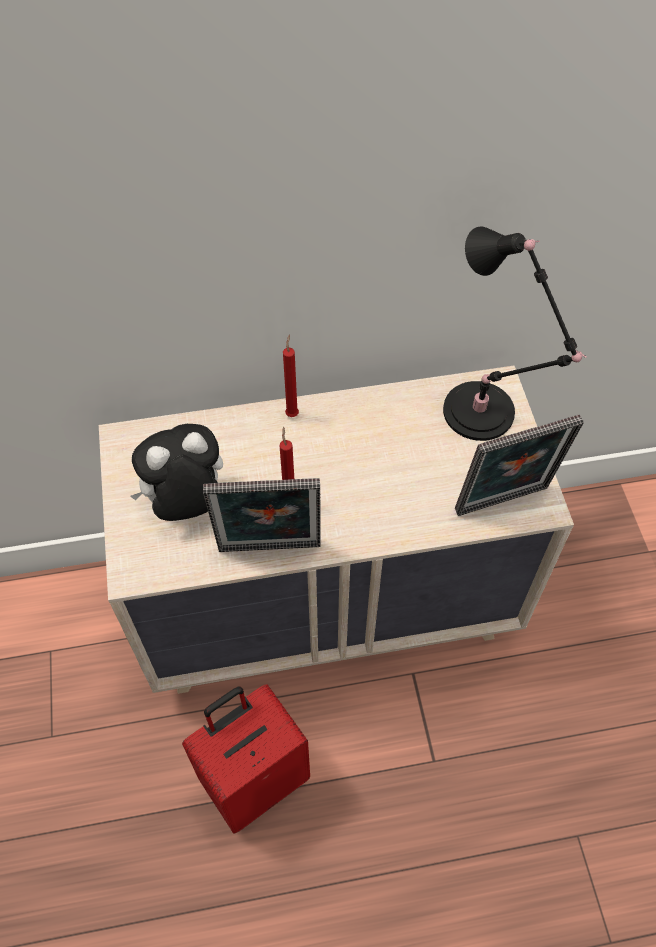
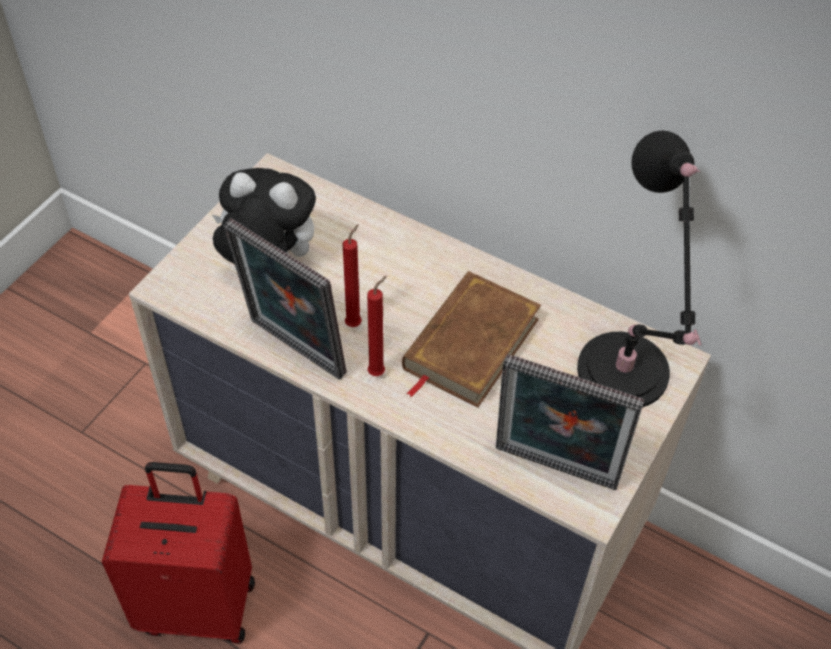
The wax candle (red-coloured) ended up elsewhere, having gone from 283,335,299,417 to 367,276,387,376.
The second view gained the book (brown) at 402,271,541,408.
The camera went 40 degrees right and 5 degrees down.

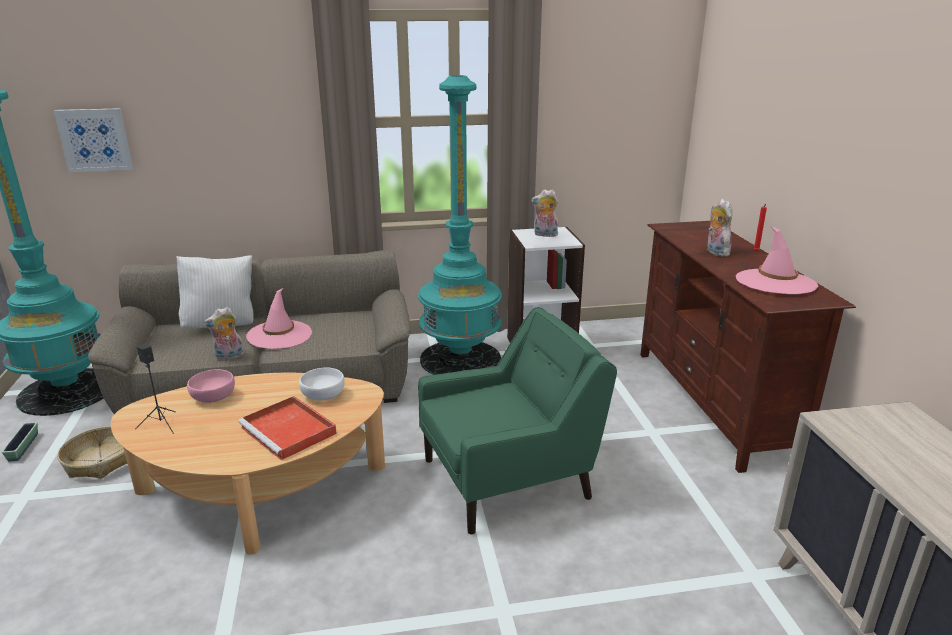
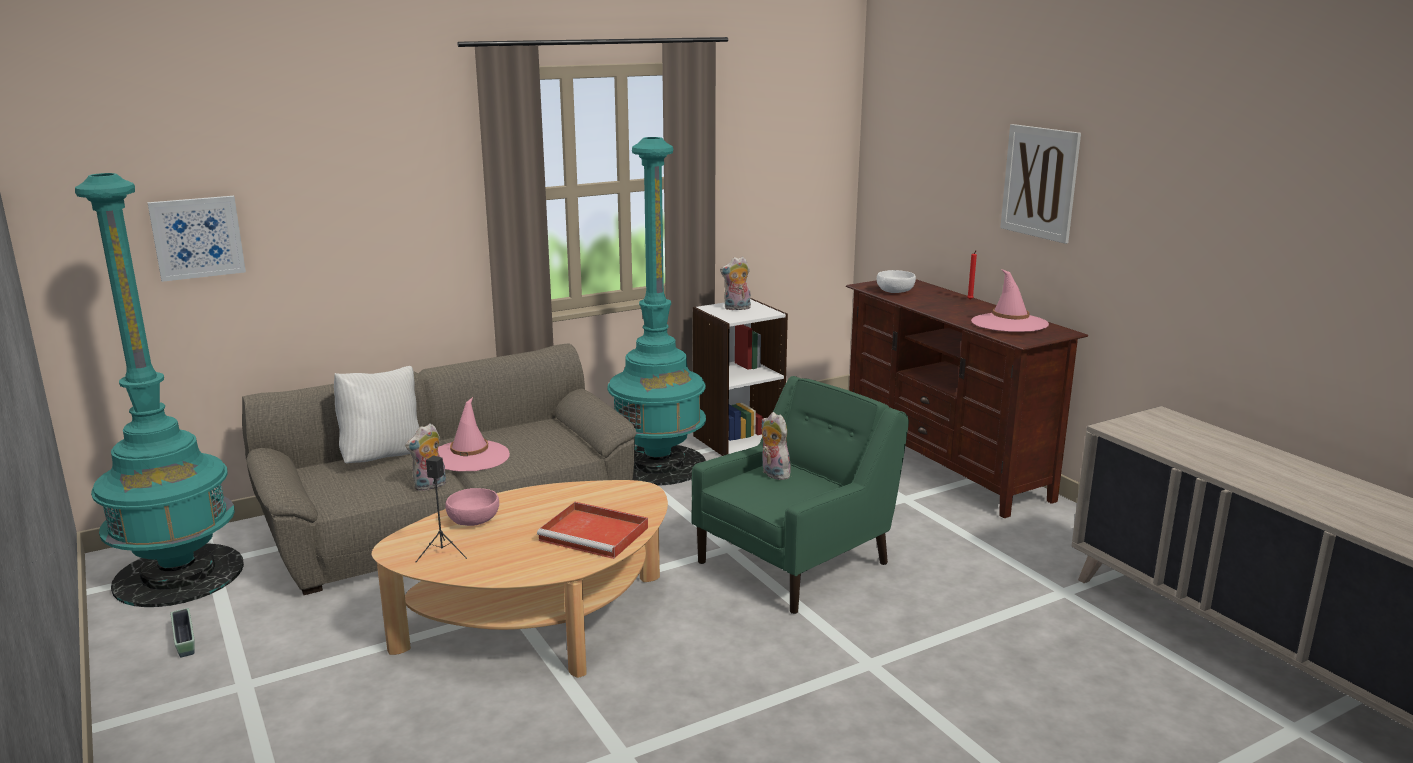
The soft toy ended up elsewhere, having gone from 707,199,732,257 to 762,412,791,480.
The serving bowl (white) ended up elsewhere, having gone from 299,368,345,401 to 877,270,916,293.
The second view gained the wall picture at 1000,124,1081,244.
The second view lost the storage basket at 57,426,127,478.
The camera went 20 degrees left and 5 degrees down.

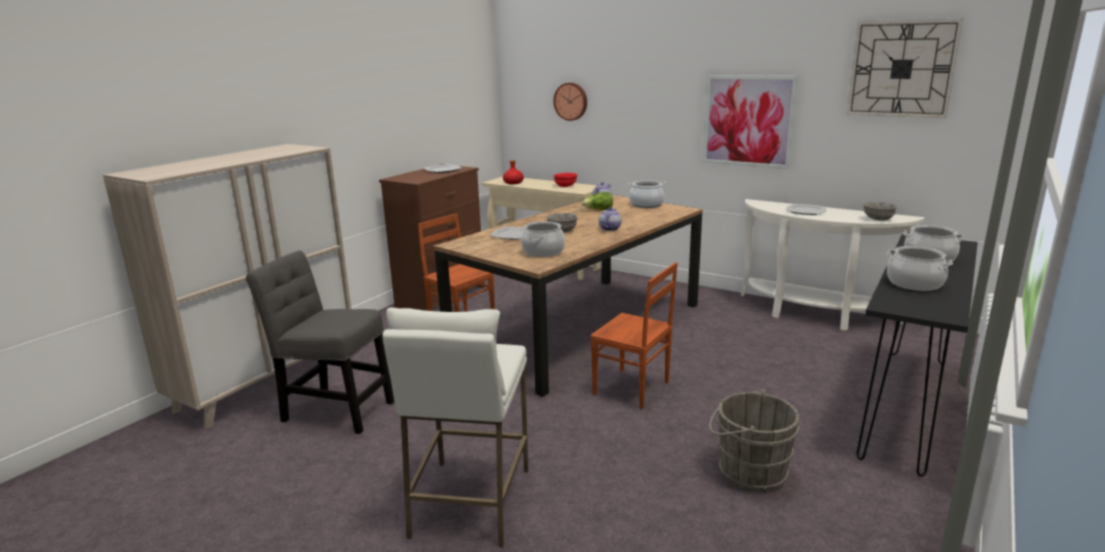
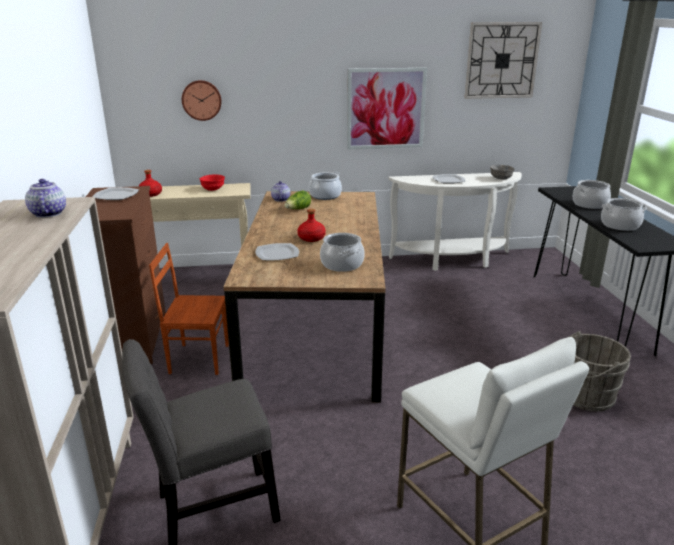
The tea pot ended up elsewhere, having gone from 599,207,622,231 to 25,179,66,218.
Where the serving bowl (grey) stood at 546,213,577,232, the drink bottle (red-coloured) came to stand at 297,209,326,242.
The second view lost the plain chair (brown) at 590,262,678,409.
The camera went 40 degrees left and 5 degrees up.

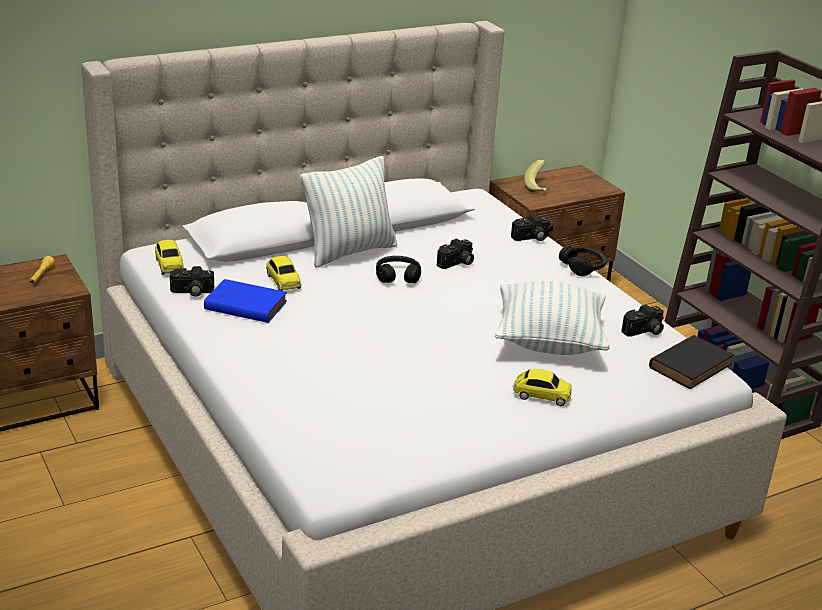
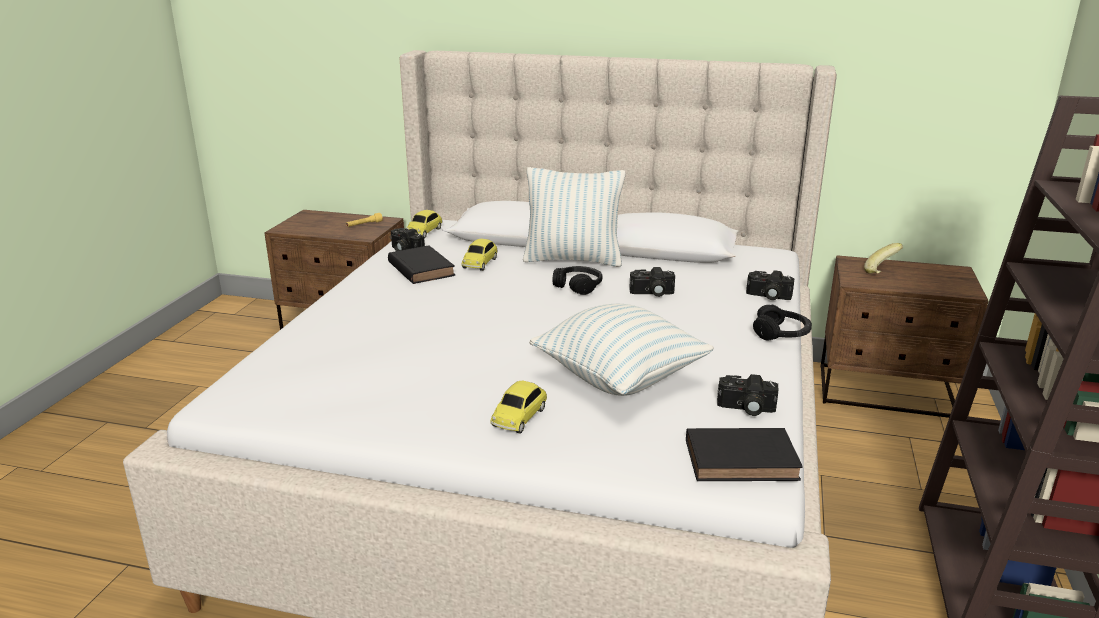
What was the book (blue-coloured) at 204,279,287,323 turned into the book (black-coloured) at 388,245,455,284.
The model car at 513,369,572,406 ended up facing another way, 60 degrees clockwise from before.
The camera went 45 degrees right and 5 degrees down.

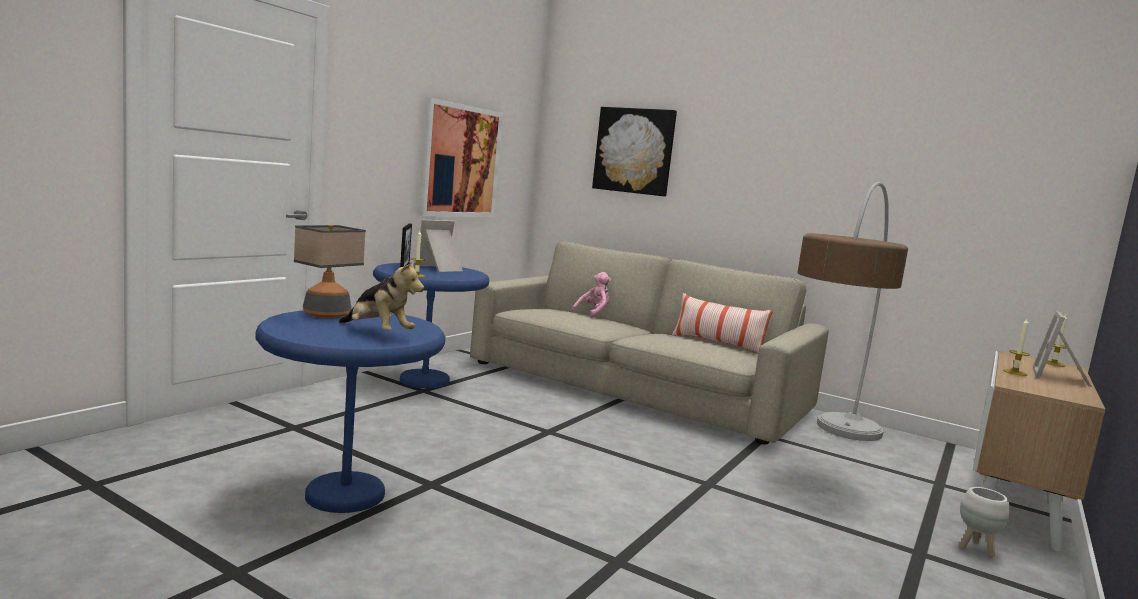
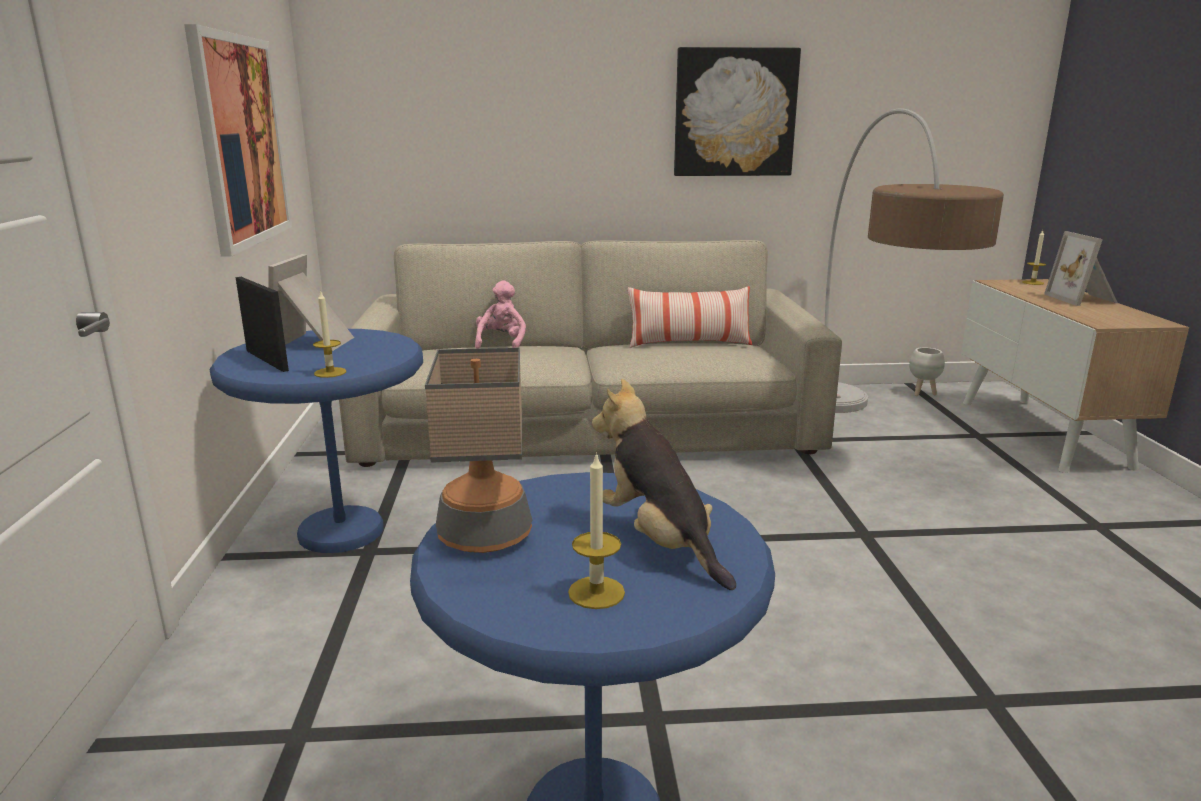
The wax candle ended up elsewhere, having gone from 1003,319,1030,376 to 568,452,625,609.
The soft toy at 339,260,424,331 ended up facing another way, 120 degrees counterclockwise from before.
The wall picture ended up elsewhere, having gone from 592,107,677,196 to 674,47,801,176.
The plant pot (white) ended up elsewhere, having gone from 959,487,1010,557 to 909,347,945,396.
The camera went 35 degrees left and 10 degrees up.

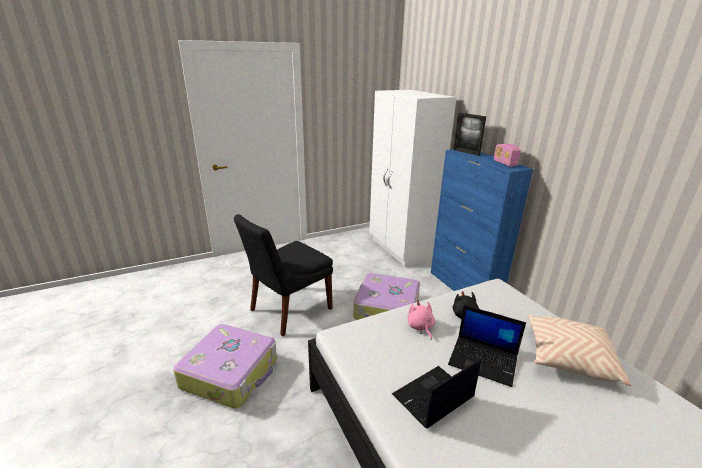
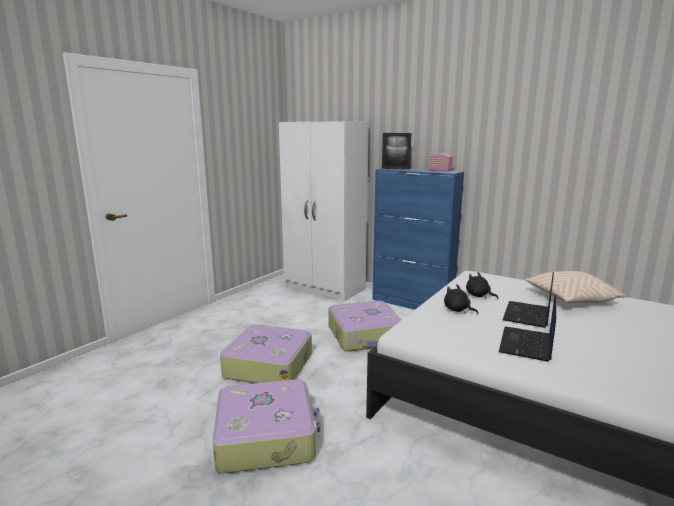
Where the plain chair (black-coloured) stood at 234,214,333,337, the piece of luggage came to stand at 220,324,312,383.
What was the soft toy (pinkish) at 408,301,436,340 turned into the soft toy (black-coloured) at 444,285,478,314.
The notebook computer at 448,305,526,387 ended up facing another way, 120 degrees clockwise from before.
The camera went 30 degrees left and 10 degrees down.

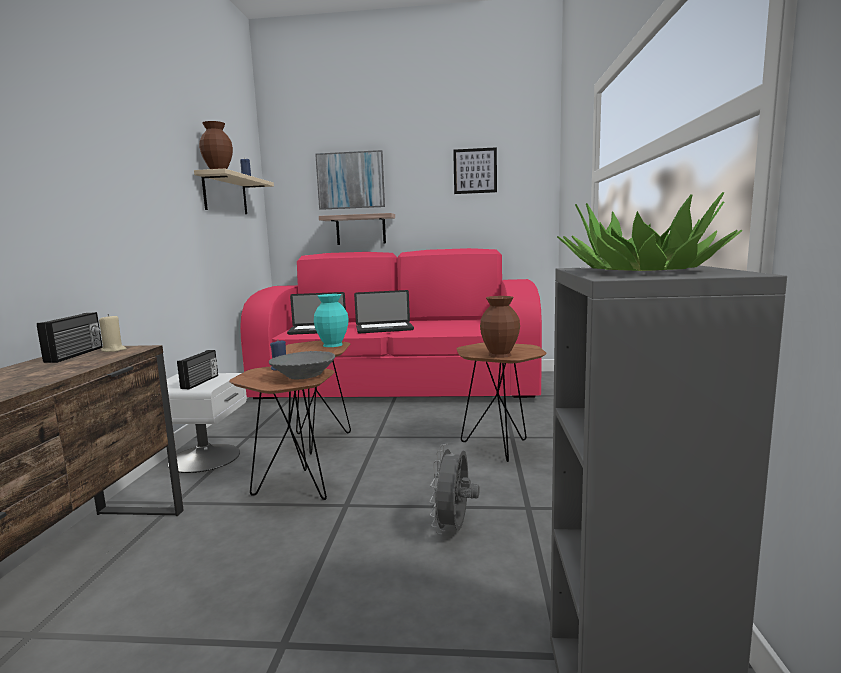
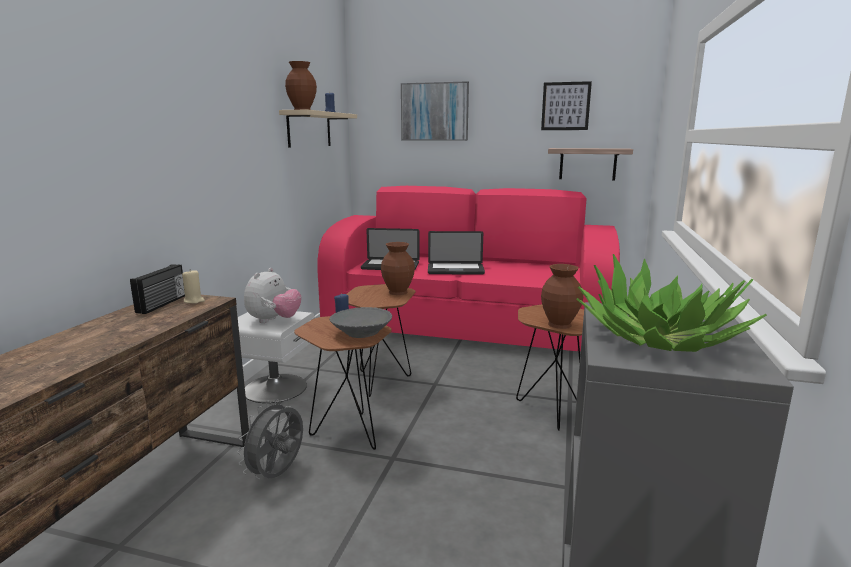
The cooling fan (grey) ended up elsewhere, having gone from 429,444,480,535 to 237,399,303,479.
Where the radio receiver stood at 177,350,218,389, the soft toy came to stand at 244,268,301,323.
What was the flower vase (turquoise-coloured) at 314,294,349,347 turned into the flower vase (brown) at 381,242,415,295.
The wall shelf ended up elsewhere, having gone from 319,213,395,245 to 548,148,633,180.
The camera went 10 degrees right and 5 degrees up.

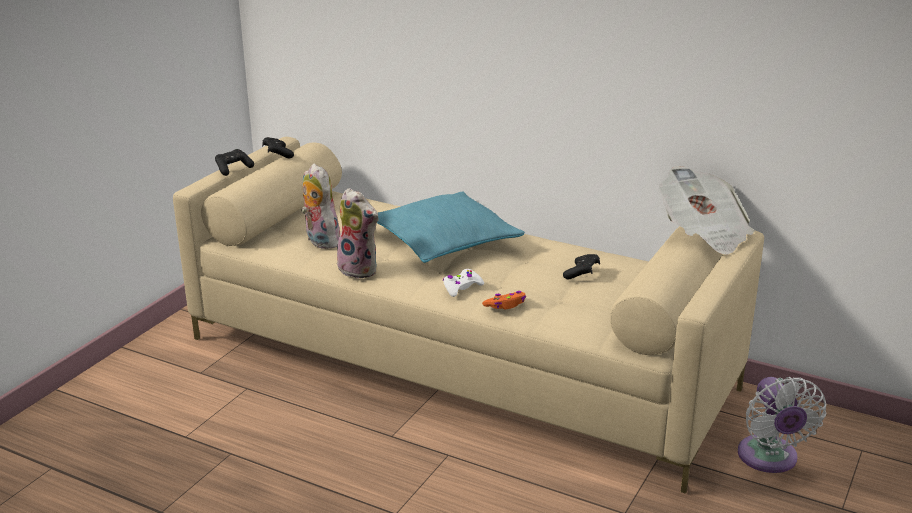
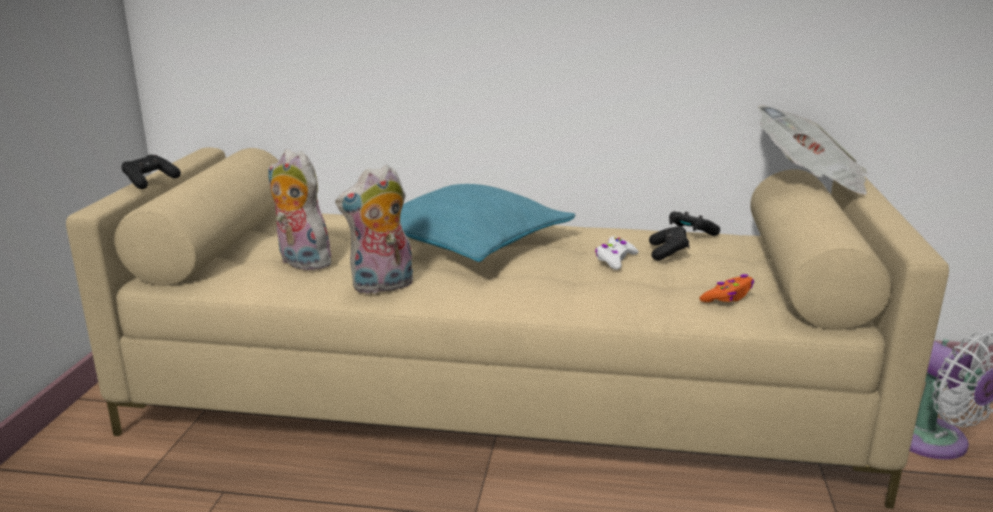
The soft toy at 337,188,379,279 ended up facing another way, 135 degrees clockwise from before.
The joypad (white) ended up elsewhere, having gone from 443,269,484,297 to 595,236,639,270.
The joypad (black-coloured) ended up elsewhere, having gone from 262,137,294,158 to 669,211,720,236.
The joypad (orange) ended up elsewhere, having gone from 482,291,526,309 to 699,274,754,302.
The camera went 20 degrees left and 5 degrees down.

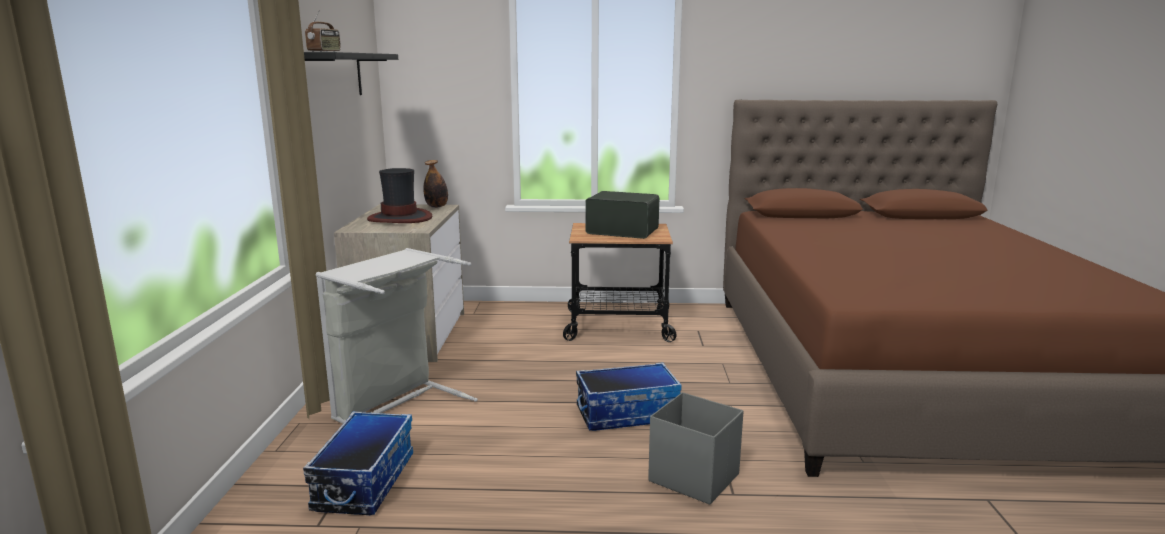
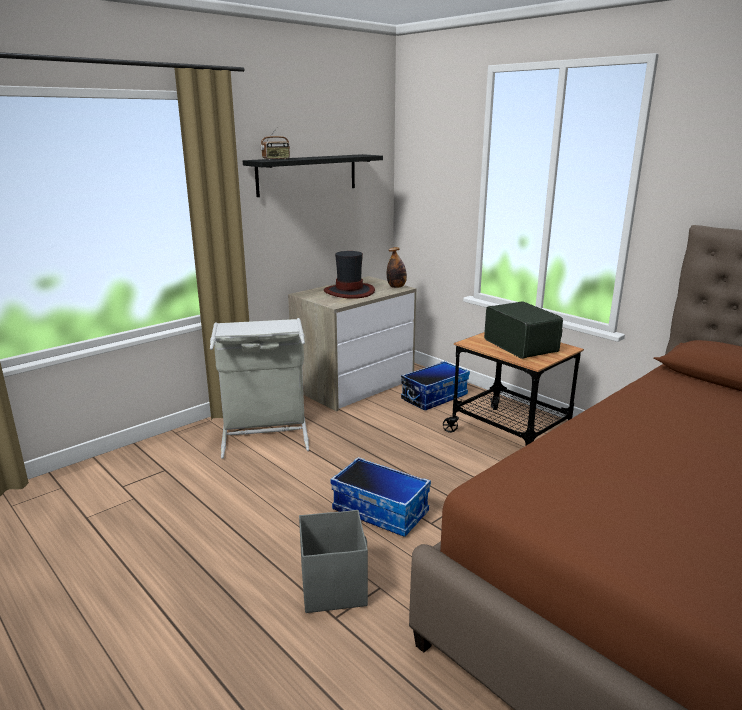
The storage container ended up elsewhere, having gone from 303,411,413,515 to 401,361,470,410.
The camera went 45 degrees right and 5 degrees up.

